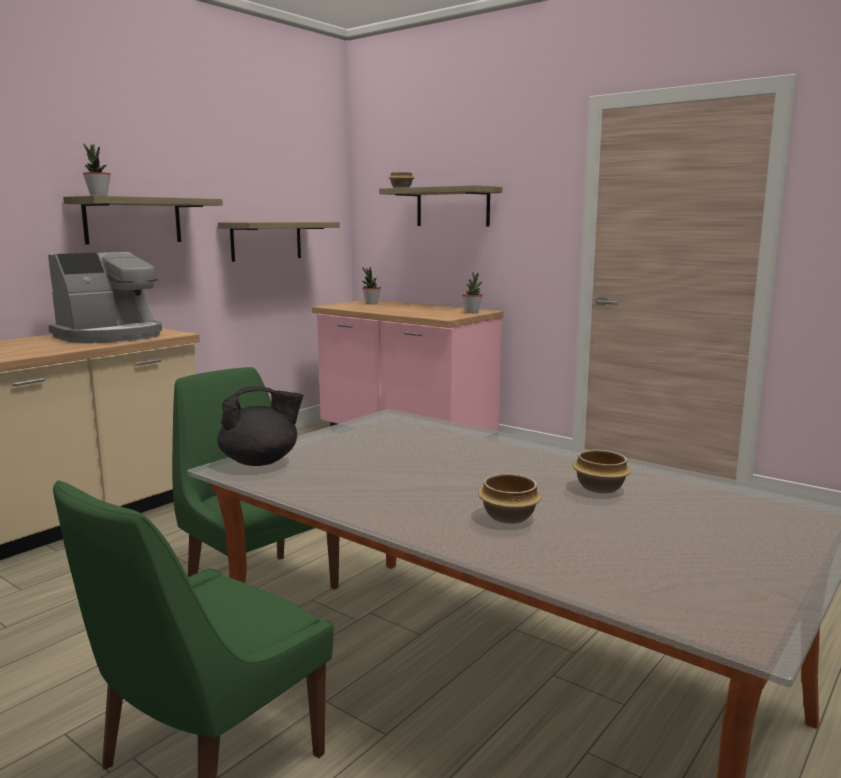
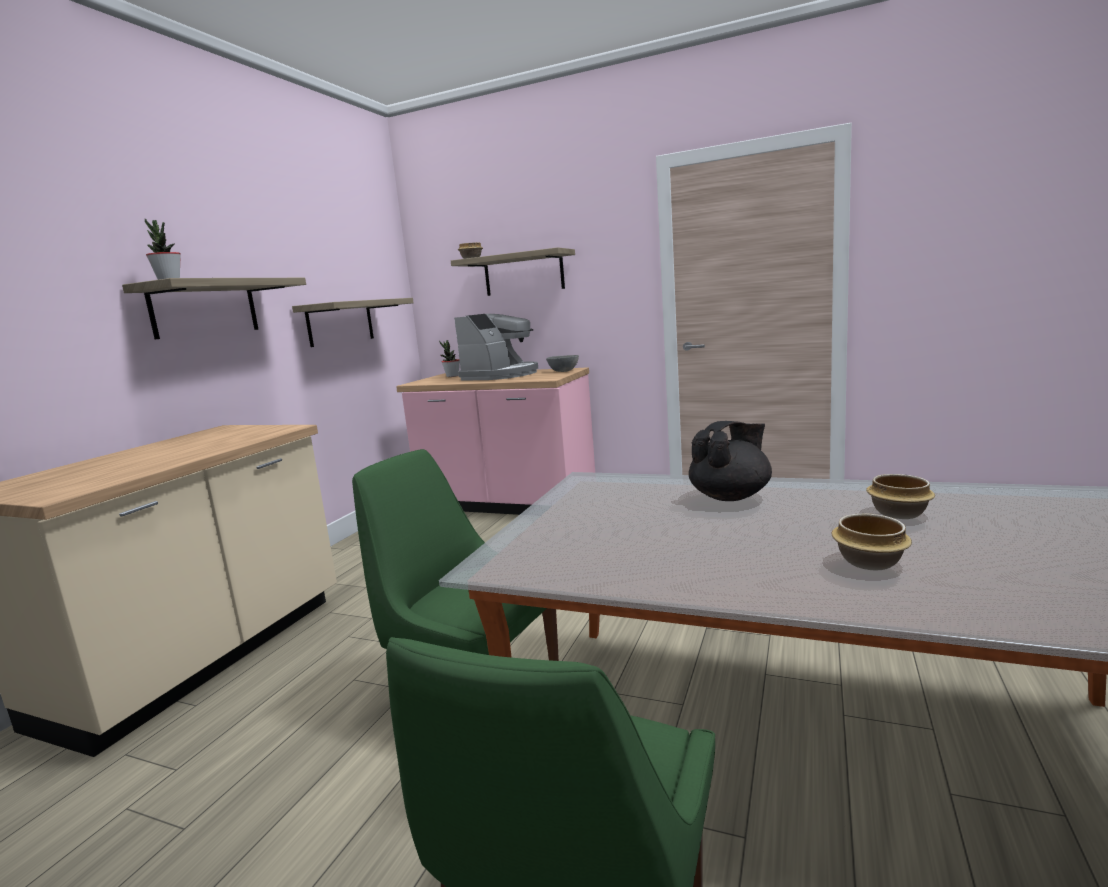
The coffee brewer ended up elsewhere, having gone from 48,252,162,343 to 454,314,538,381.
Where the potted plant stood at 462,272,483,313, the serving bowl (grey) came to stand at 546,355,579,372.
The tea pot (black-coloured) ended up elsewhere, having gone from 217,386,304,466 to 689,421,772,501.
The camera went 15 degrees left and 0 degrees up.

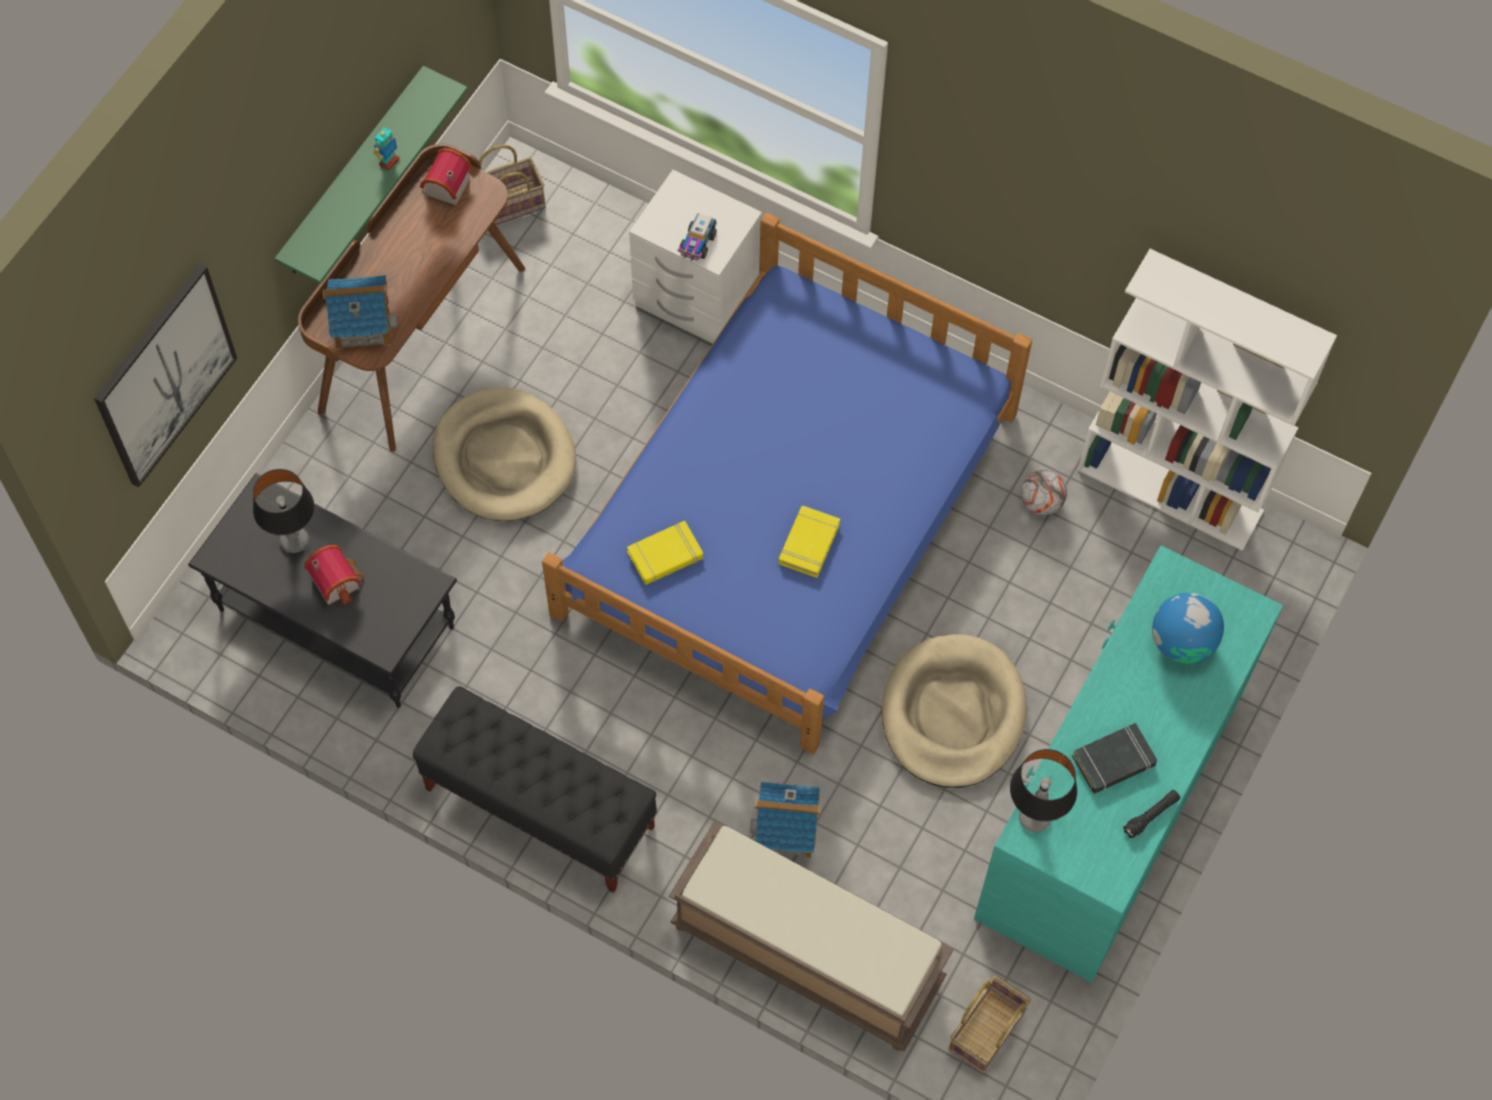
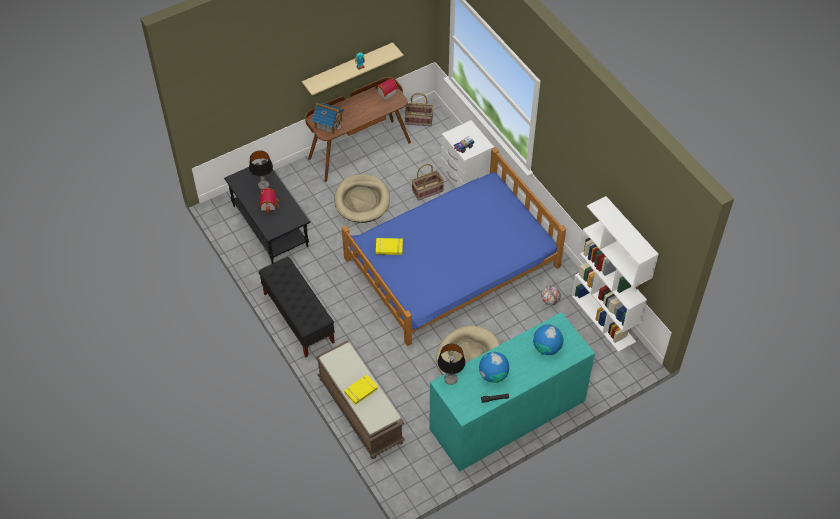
What was the wall shelf (greenish) at 274,66,468,284 turned into the wall shelf (beige-coloured) at 302,42,404,95.
The book (yellow-coloured) ended up elsewhere, having gone from 779,506,840,578 to 344,375,378,405.
The storage basket ended up elsewhere, having gone from 949,975,1031,1073 to 412,164,444,201.
Where the book (black-coloured) stood at 1072,723,1157,794, the world globe came to stand at 479,352,509,383.
The second view lost the wall picture at 94,263,237,488.
The second view lost the toy house at 750,782,820,858.
The camera went 30 degrees right and 10 degrees down.

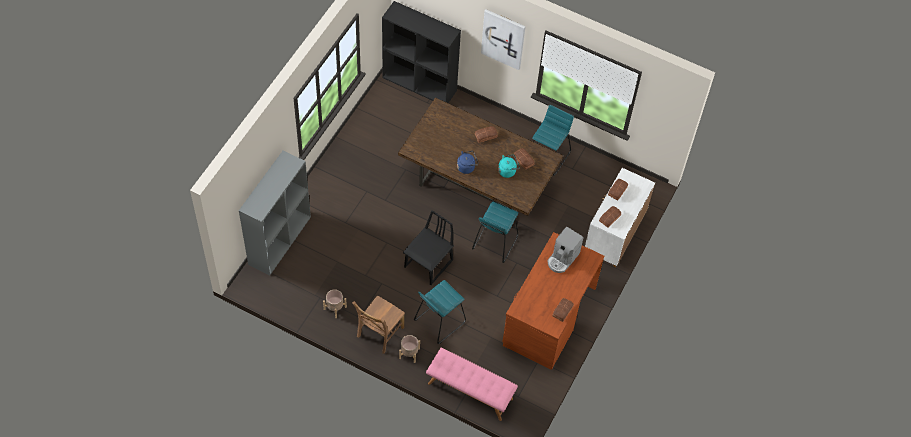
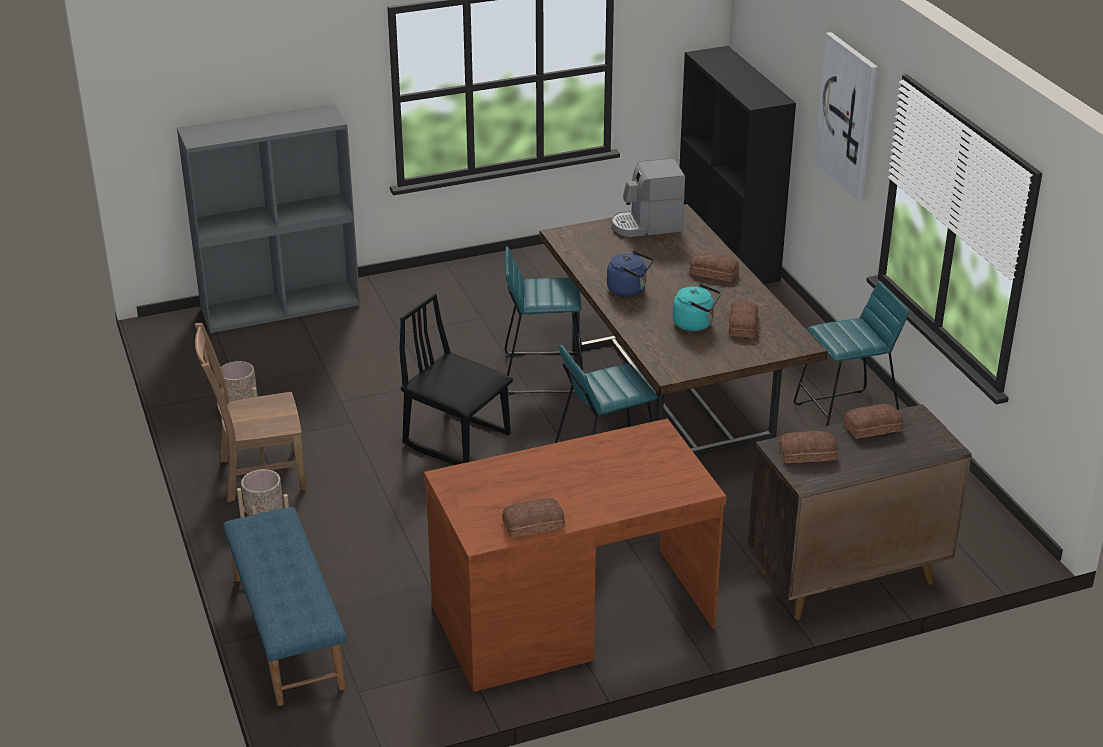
What was the indoor bench (pinkish) at 426,348,518,421 turned into the indoor bench (blue-coloured) at 223,507,346,706.
The plain chair (black-coloured) at 403,210,454,285 ended up facing another way, 135 degrees counterclockwise from before.
The stool seat (turquoise-coloured) ended up elsewhere, having gone from 414,280,466,344 to 505,246,583,394.
The coffee brewer ended up elsewhere, having gone from 547,226,584,273 to 612,158,685,237.
What was the cabinet (white) at 585,168,655,267 turned into the cabinet (brown) at 747,404,972,620.
The camera went 45 degrees right and 25 degrees down.

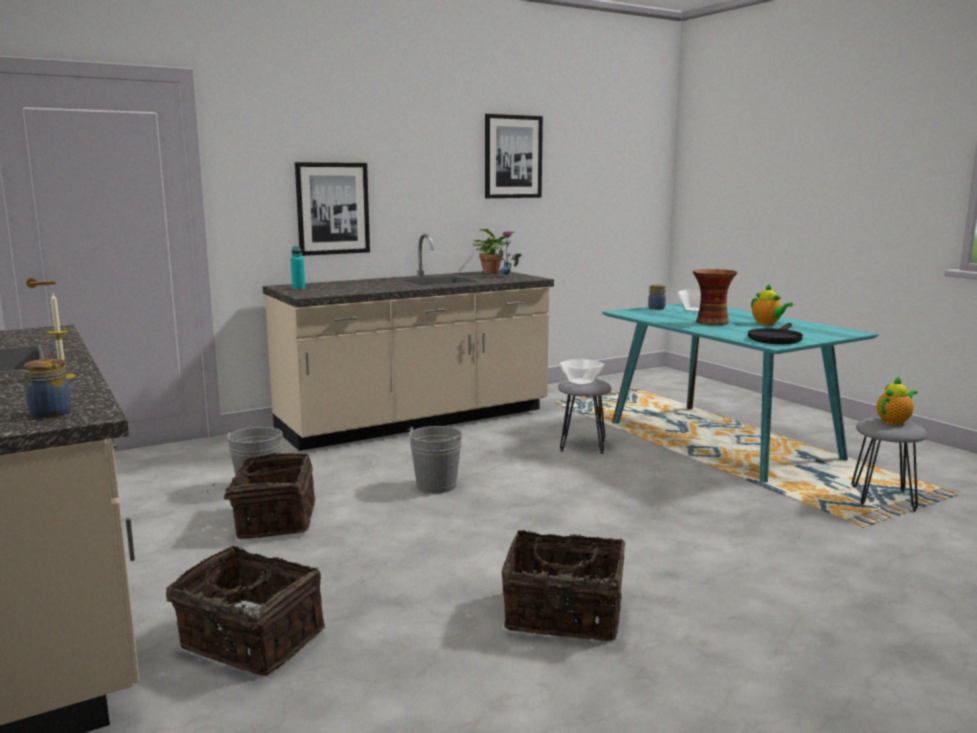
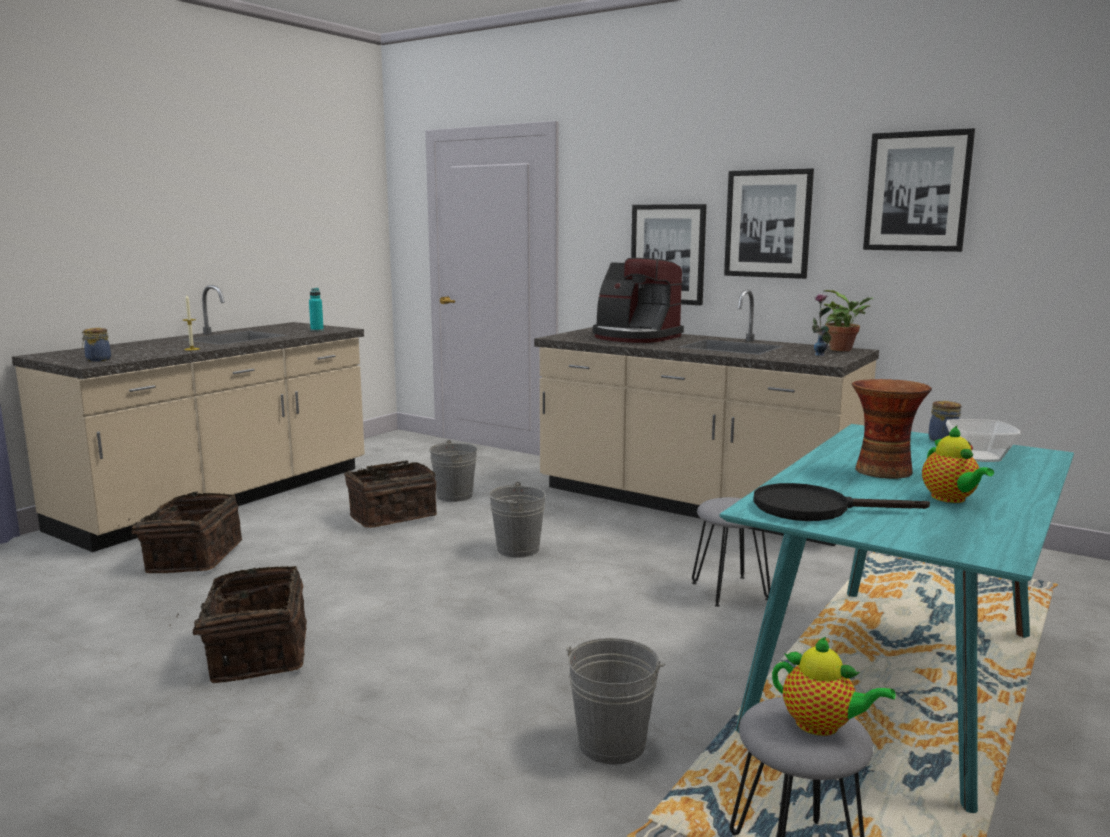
The drink bottle (turquoise-coloured) ended up elsewhere, having gone from 291,246,305,290 to 309,288,324,331.
The second view gained the water bucket (grey) at 566,638,665,765.
The second view gained the coffee brewer at 593,258,684,343.
The second view gained the wall picture at 724,168,814,279.
The tea pot at 751,284,794,325 ended up facing another way, 45 degrees counterclockwise from before.
The second view lost the serving bowl at 559,358,604,386.
The camera went 65 degrees right and 0 degrees up.

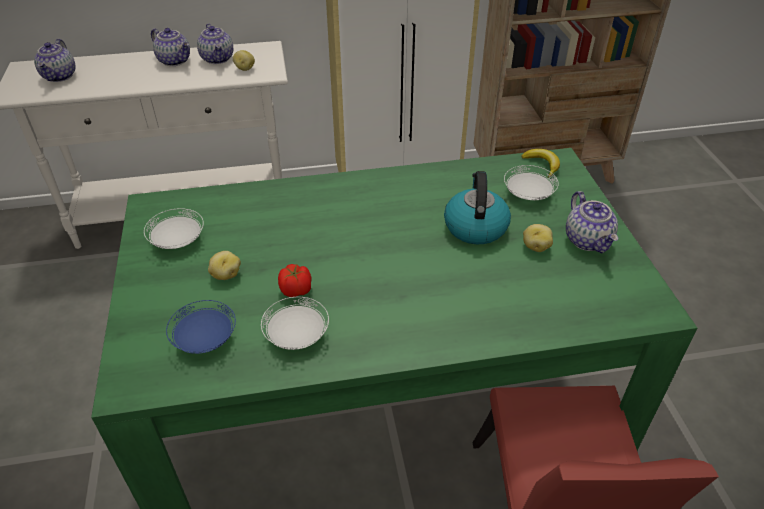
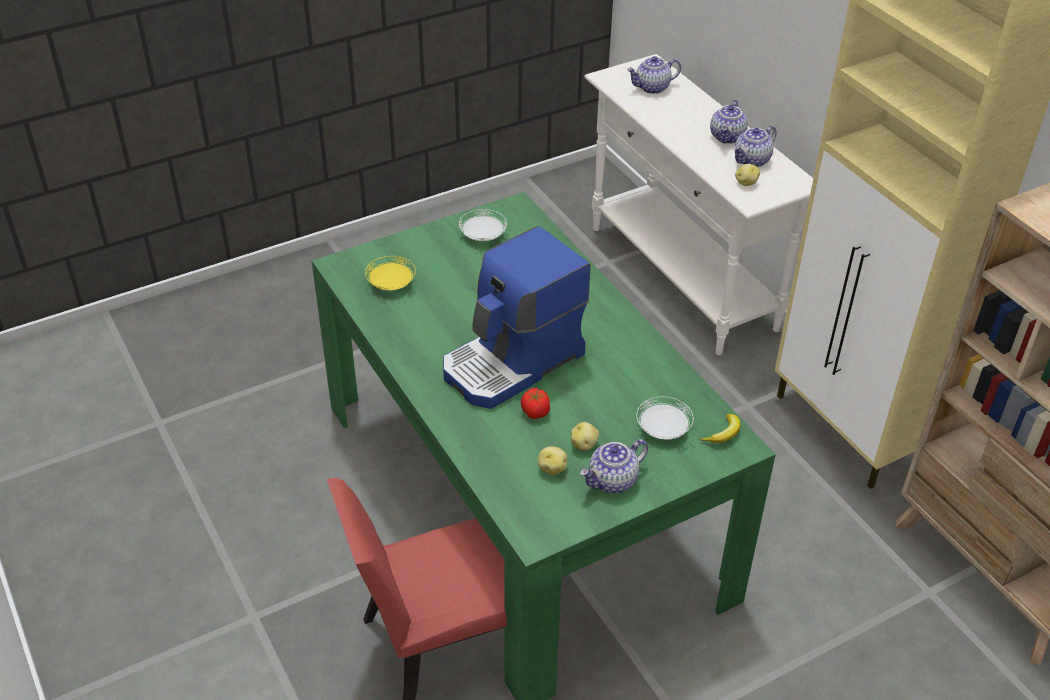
What was the flat dish (blue-coloured) at 166,300,236,354 turned into the flat dish (yellow-coloured) at 365,256,416,290.
The second view gained the coffee brewer at 443,226,591,409.
The tomato ended up elsewhere, having gone from 278,264,312,297 to 521,388,550,419.
The whole potato ended up elsewhere, having gone from 208,251,241,280 to 538,446,567,475.
The second view lost the flat dish (white) at 261,297,329,350.
The second view lost the kettle at 444,171,511,244.
The camera went 70 degrees right and 0 degrees up.

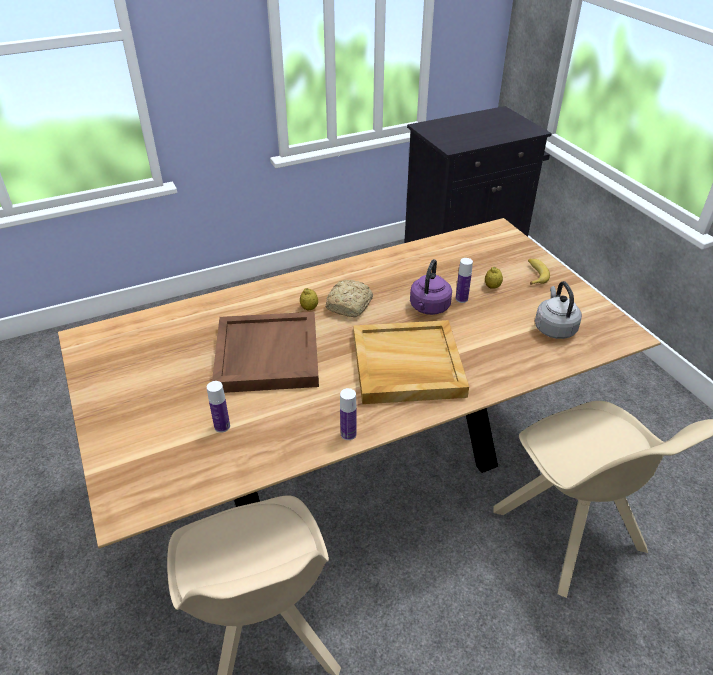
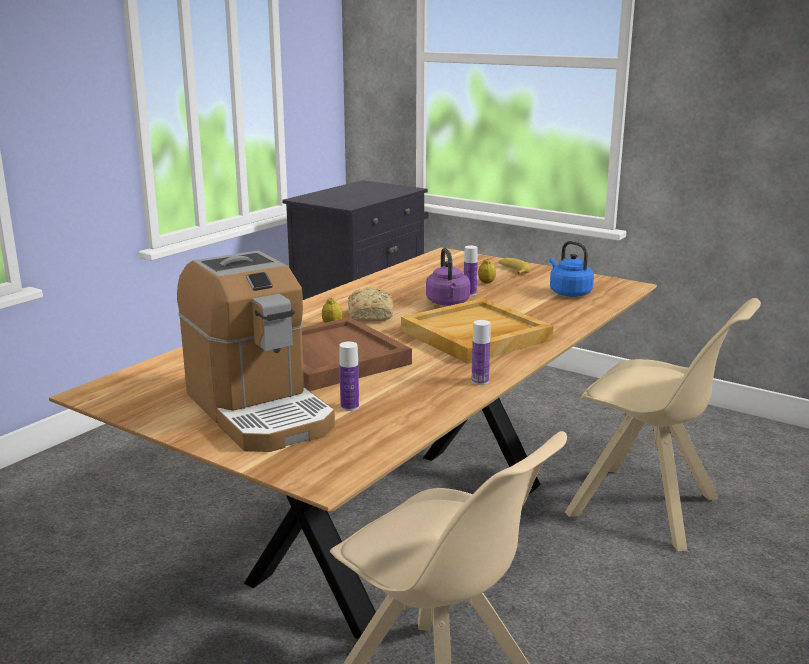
The second view gained the coffee brewer at 177,251,335,452.
What was the kettle (grey) at 535,281,582,339 turned into the kettle (blue-coloured) at 549,241,594,297.
The camera went 30 degrees left and 20 degrees down.

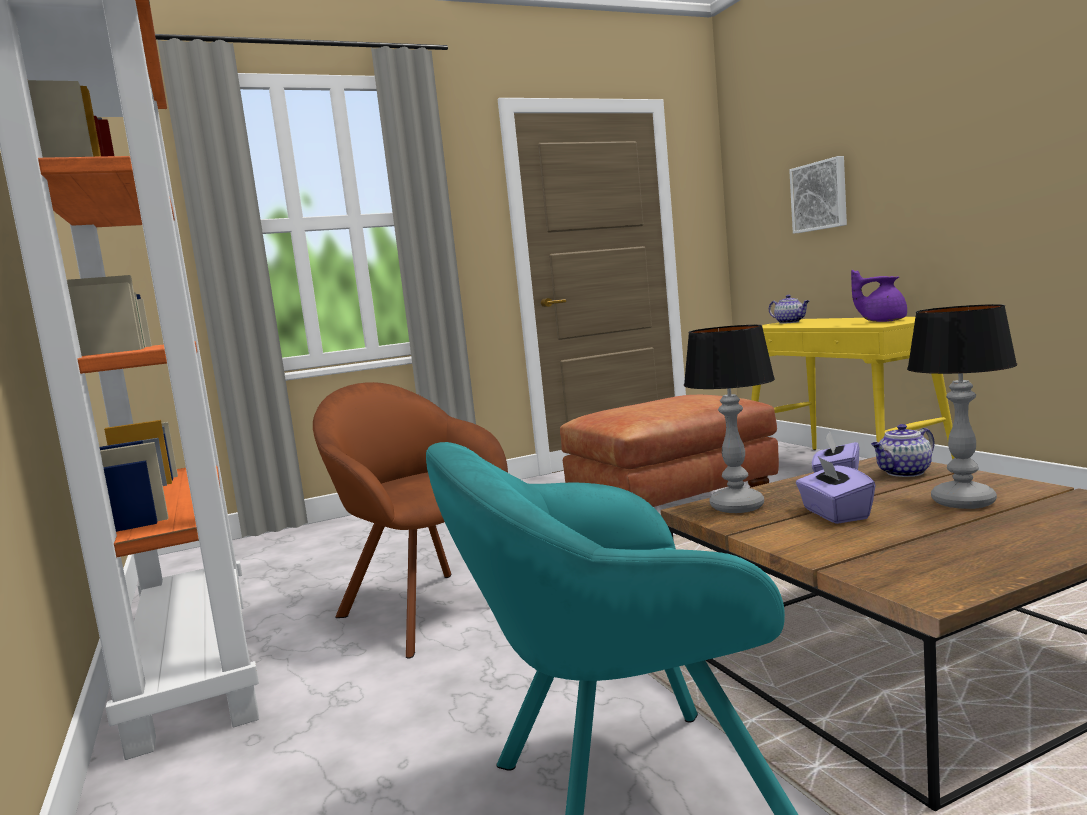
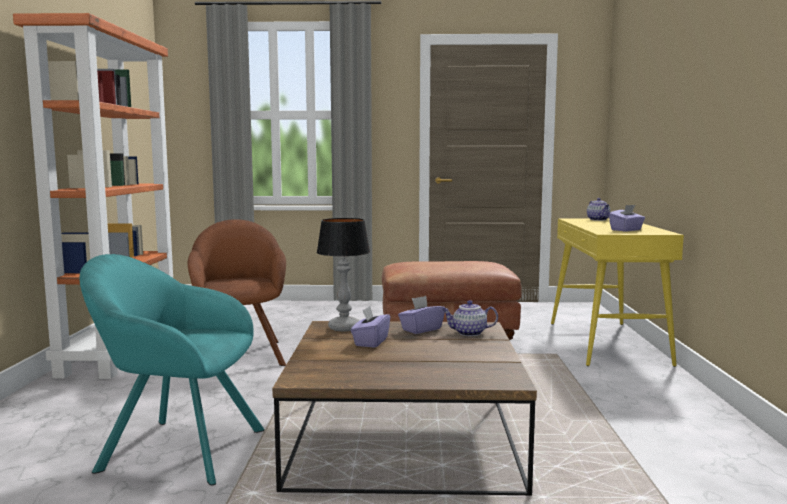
Where the tea pot (purplish) stood at 851,270,907,322, the tissue holder (purplish) came to stand at 609,205,645,232.
The second view lost the wall picture at 789,156,847,234.
The second view lost the table lamp at 907,304,1017,509.
The camera went 25 degrees right and 0 degrees up.

